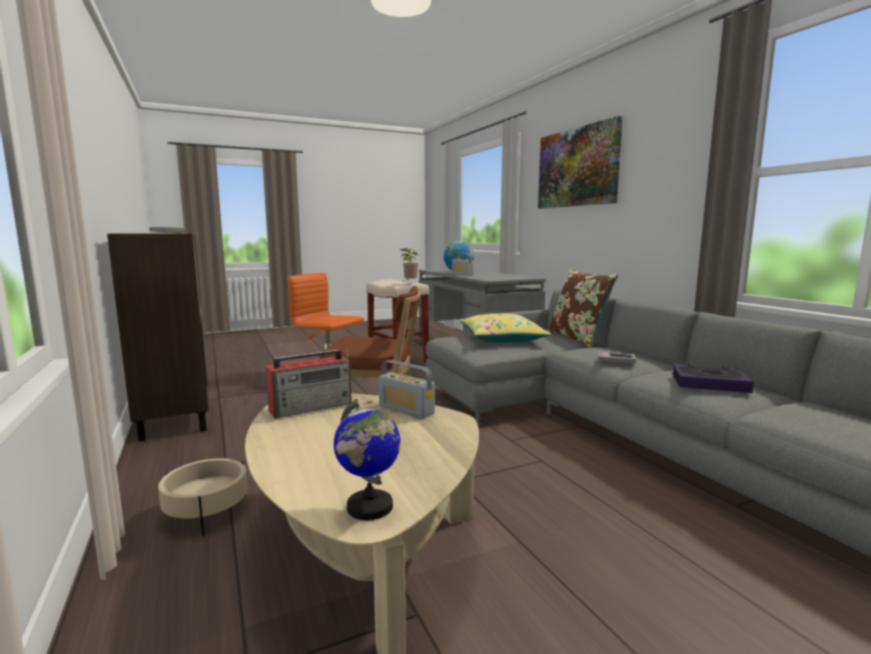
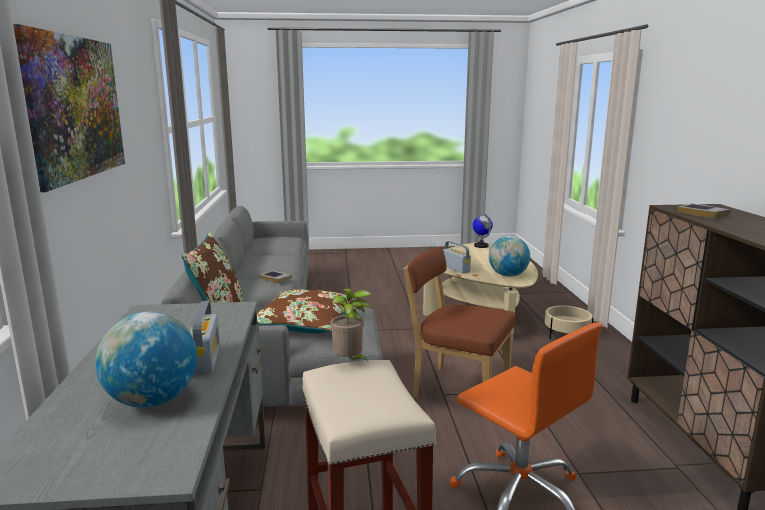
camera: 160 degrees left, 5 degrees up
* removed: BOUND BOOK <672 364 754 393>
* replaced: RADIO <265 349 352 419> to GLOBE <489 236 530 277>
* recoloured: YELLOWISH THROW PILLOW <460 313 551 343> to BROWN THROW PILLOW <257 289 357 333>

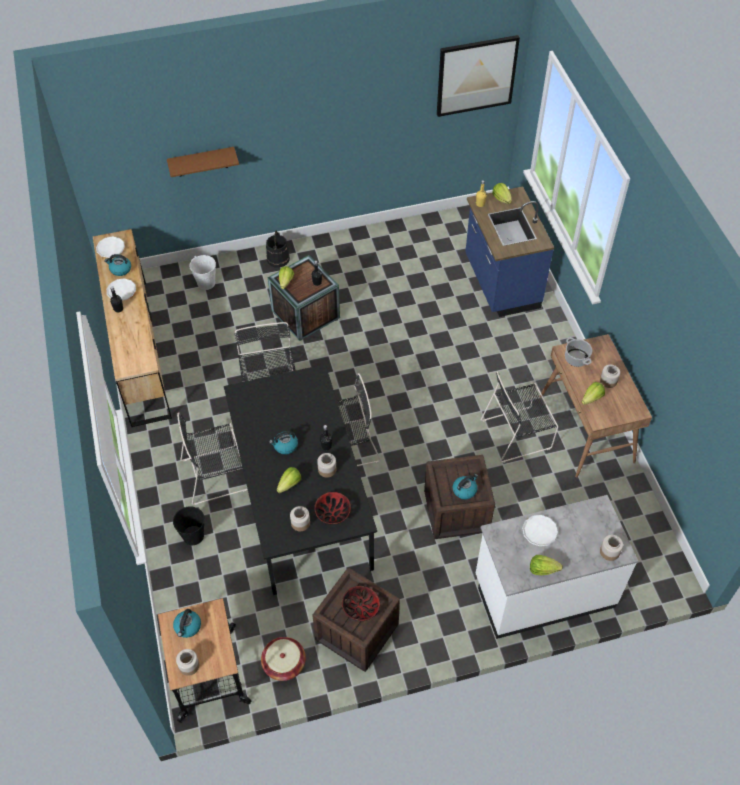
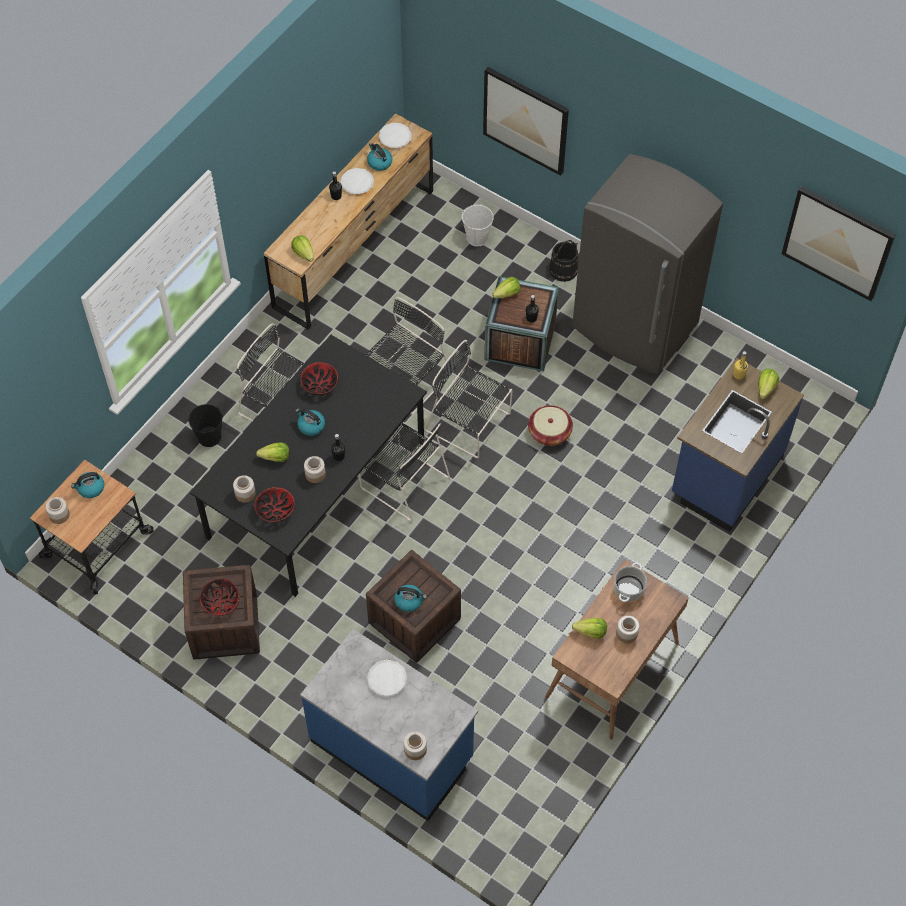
camera: 50 degrees right, 5 degrees up
* added: BOWL <300 362 338 396>
* added: GREYISH KITCHEN FRIDGE <572 154 723 374>
* moved: STORAGE BASKET <261 637 306 681> to <528 405 573 446>
* moved: BLACK UPRIGHT CHAIR <481 371 558 463> to <424 340 513 458>
* moved: LETTUCE HEAD <530 555 563 575> to <291 235 314 262>
* replaced: BROWN WALL SHELF <167 147 239 177> to PICTURE <483 67 569 176>
* recoloured: WHITE-COLOURED COUNTER <475 495 638 639> to BLUE COUNTER <300 629 478 821>

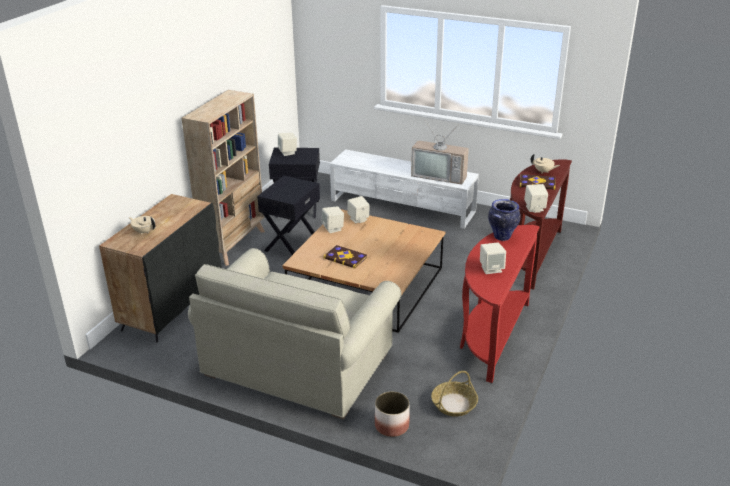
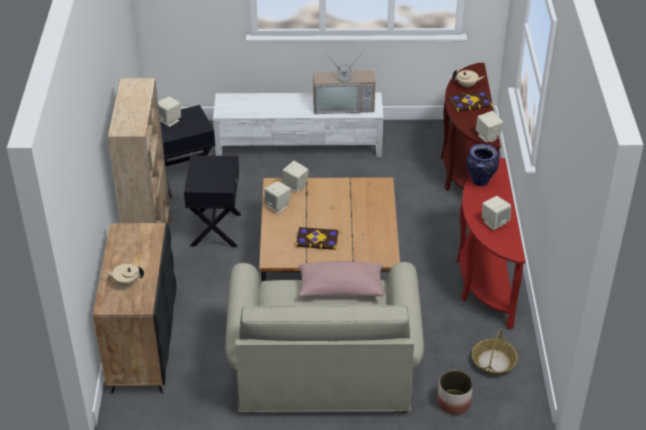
camera: 25 degrees left, 10 degrees up
* added: PINKISH THROW PILLOW <299 261 384 297>

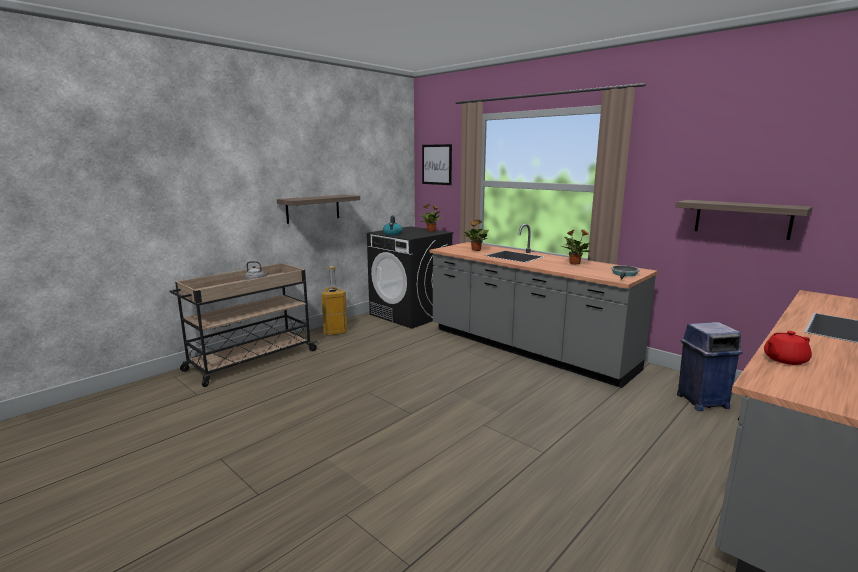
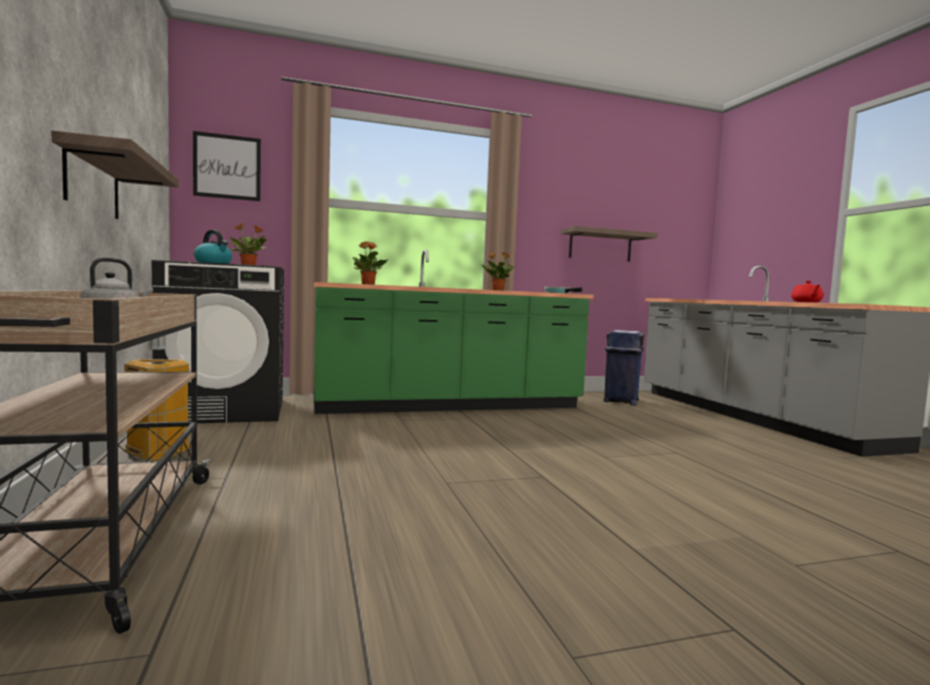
camera: 60 degrees left, 10 degrees down
* recoloured: GREYISH COUNTER <430 224 658 388> to GREEN COUNTER <314 249 593 414>

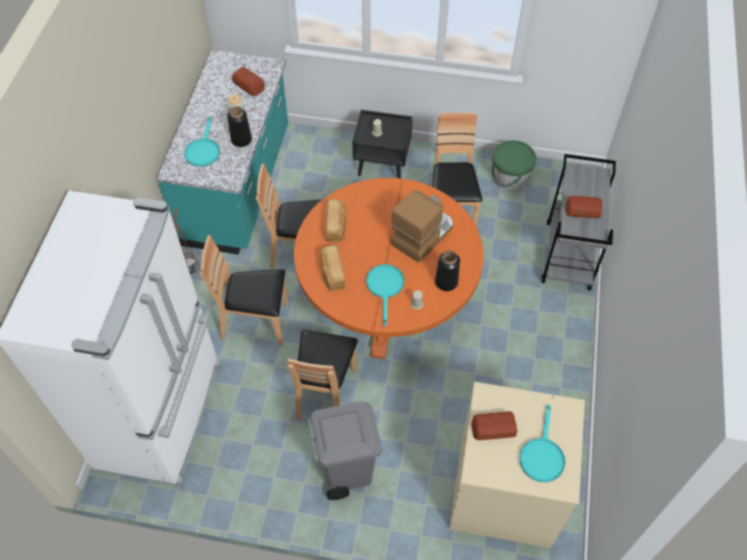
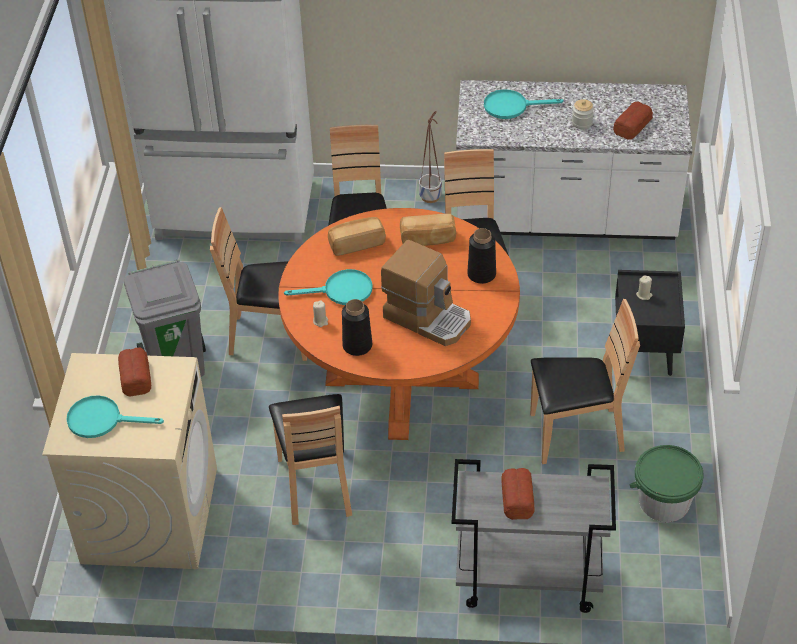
camera: 85 degrees right, 10 degrees down
* added: BROWN UPRIGHT CHAIR <269 394 352 525>
* moved: BLACK DECORATIVE VASE <227 106 252 147> to <467 228 496 284>
* recoloured: TURQUOISE COUNTER <157 50 288 255> to WHITE-COLOURED COUNTER <456 80 693 240>

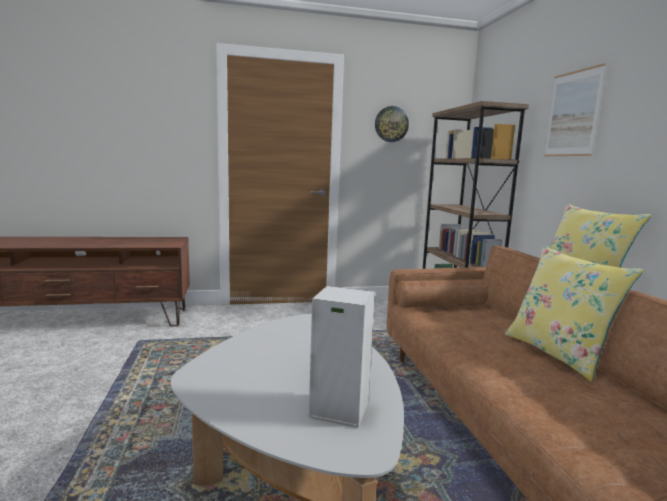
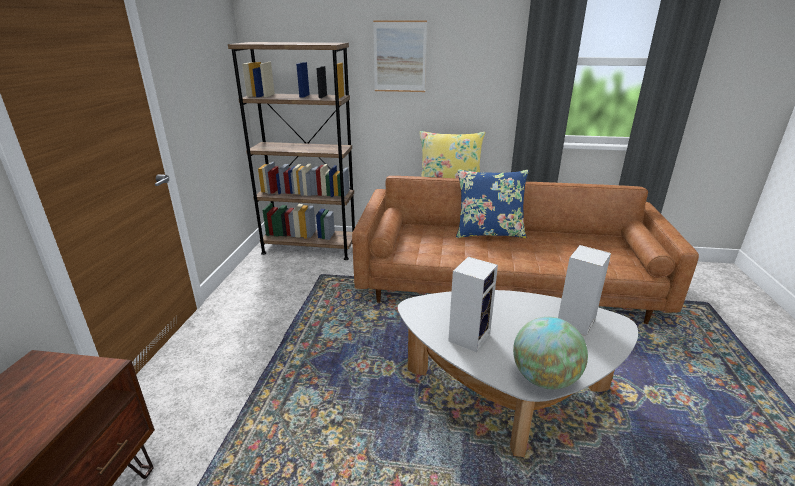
camera: 70 degrees left, 15 degrees up
* removed: HANGING CLOCK <375 106 409 142>
* added: LOUDSPEAKER <448 257 498 352>
* added: GLOBE <513 317 588 389>
* recoloured: YELLOWISH THROW PILLOW <505 246 644 382> to BLUE THROW PILLOW <456 169 529 238>

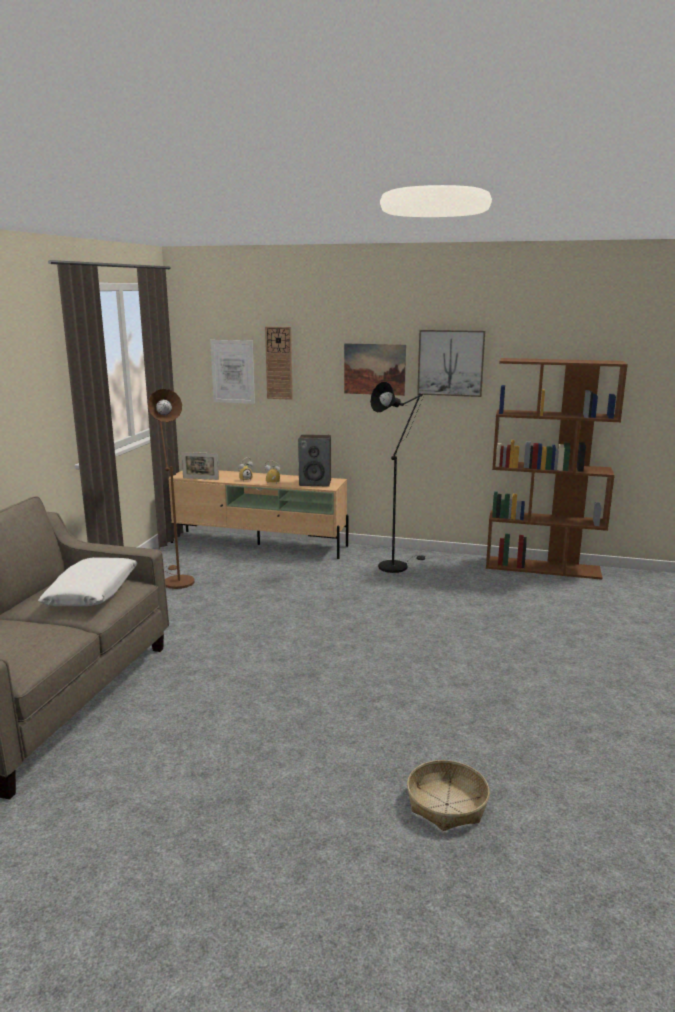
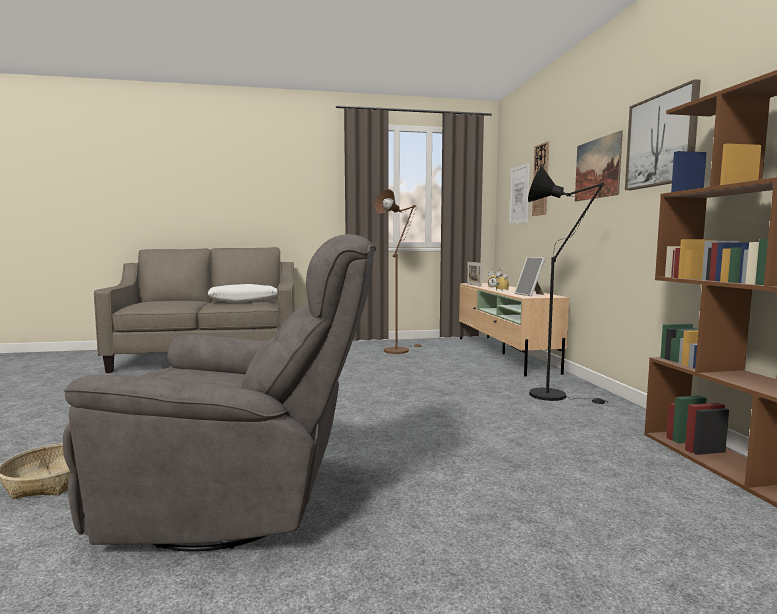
camera: 65 degrees right, 10 degrees down
* added: GREYISH LOUNGE CHAIR <63 234 376 552>
* replaced: LOUDSPEAKER <298 434 331 486> to PICTURE FRAME <514 257 545 296>

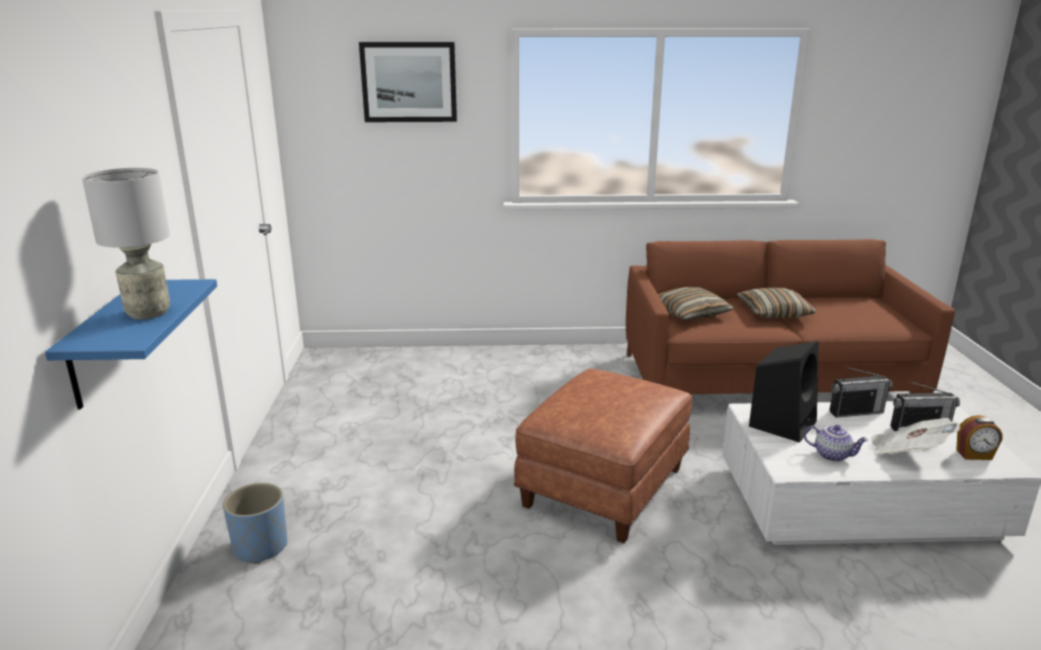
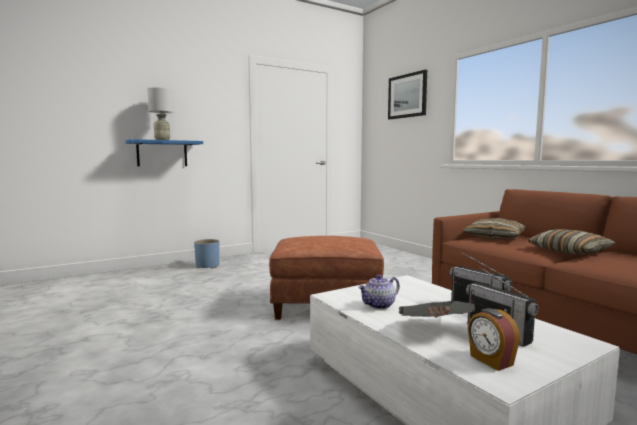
camera: 60 degrees right, 15 degrees down
* removed: BLACK LOUDSPEAKER <749 341 819 443>
* turned: TEAPOT <804 425 868 462> = <358 275 400 309> 60 degrees clockwise

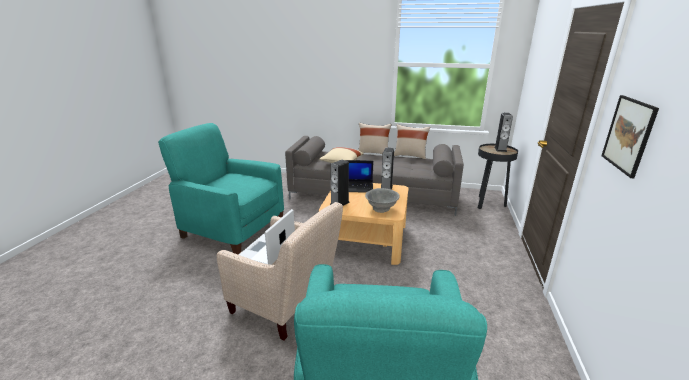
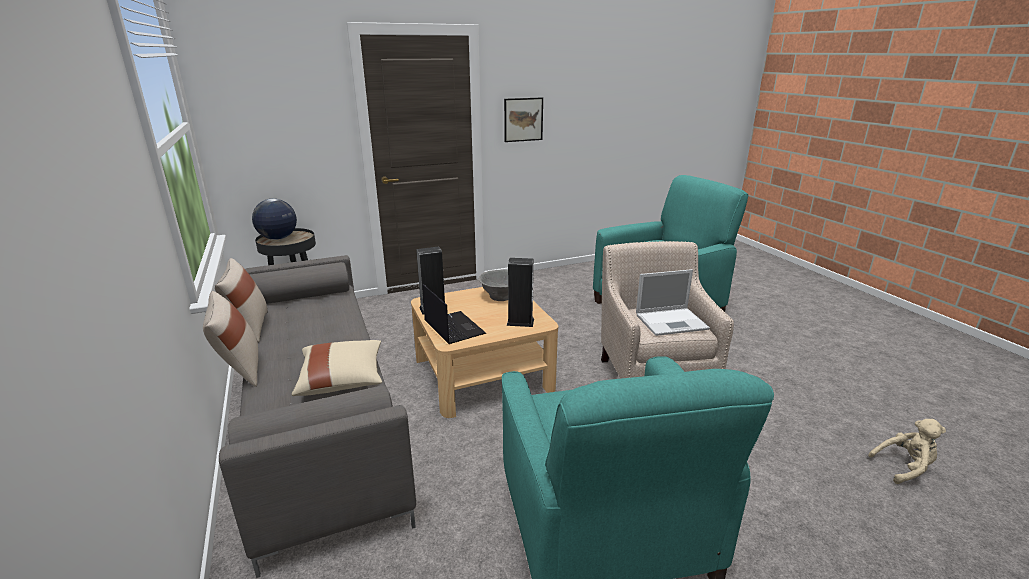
camera: 125 degrees left, 0 degrees up
* added: SAND-COLOURED PLUSH TOY <868 419 946 484>
* replaced: LOUDSPEAKER <494 113 513 152> to GLOBE <252 199 297 240>

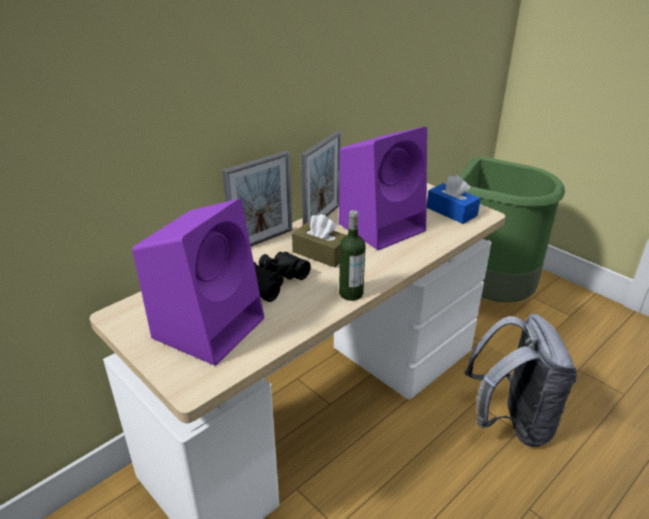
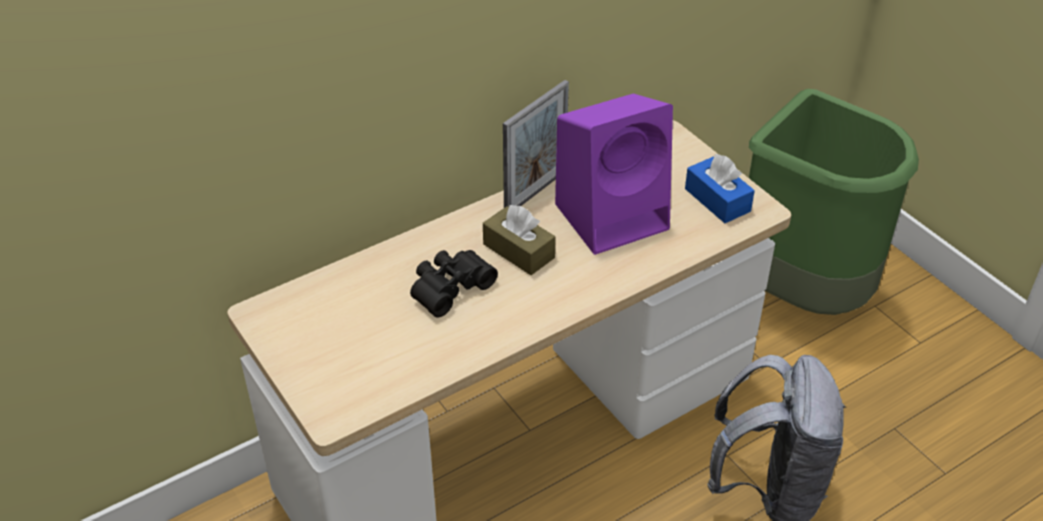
camera: 10 degrees right, 10 degrees up
* removed: PURPLE-COLOURED LOUDSPEAKER <132 199 264 366>
* removed: PICTURE FRAME <222 151 292 246>
* removed: BEVERAGE BOTTLE <339 210 366 301>

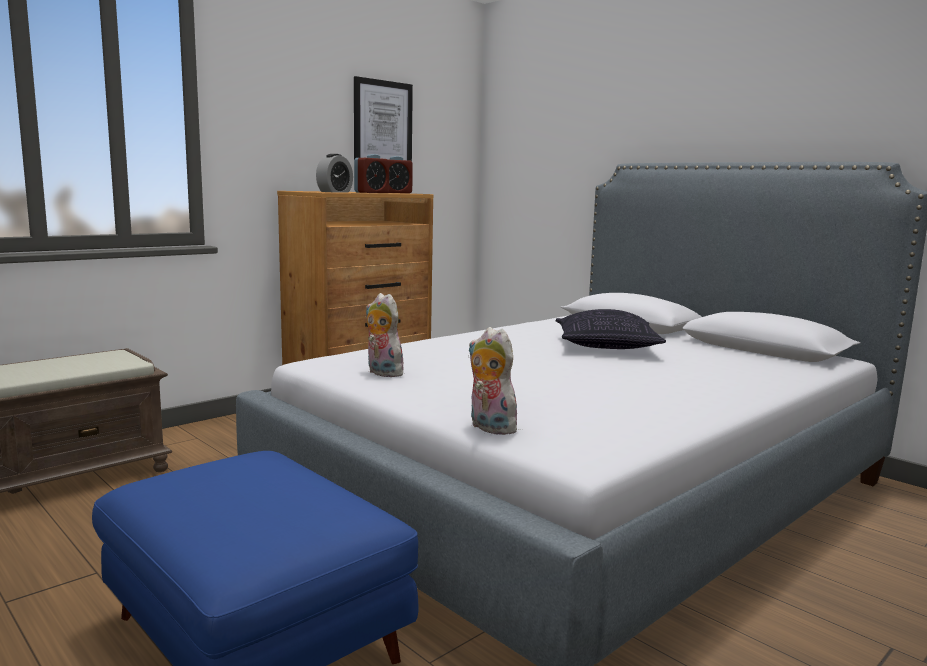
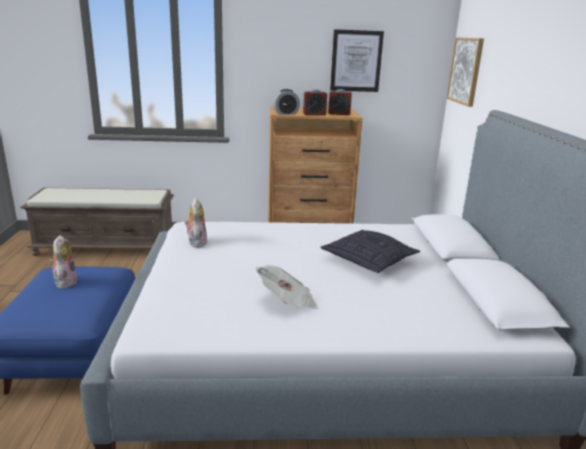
camera: 40 degrees right, 10 degrees up
* added: NEWSPAPER <256 265 319 309>
* added: PICTURE <446 37 484 107>
* moved: PLUSH TOY <468 327 519 435> to <49 235 78 289>

